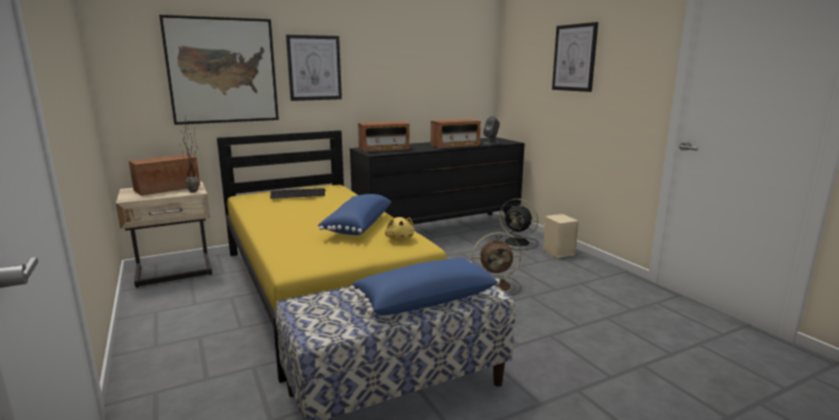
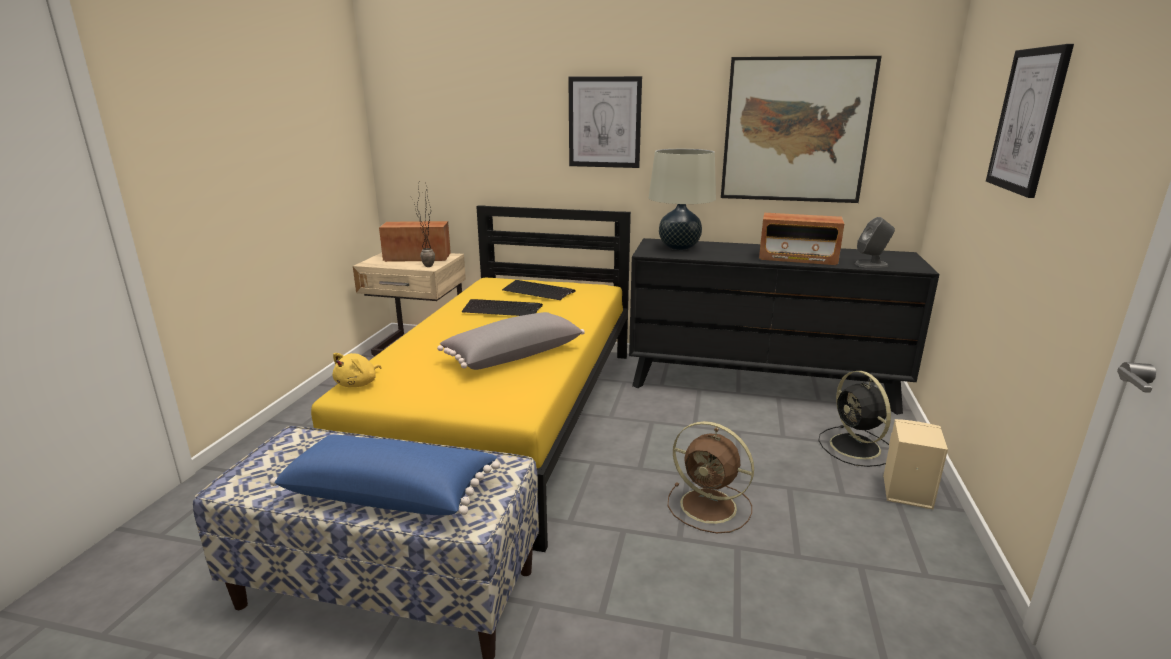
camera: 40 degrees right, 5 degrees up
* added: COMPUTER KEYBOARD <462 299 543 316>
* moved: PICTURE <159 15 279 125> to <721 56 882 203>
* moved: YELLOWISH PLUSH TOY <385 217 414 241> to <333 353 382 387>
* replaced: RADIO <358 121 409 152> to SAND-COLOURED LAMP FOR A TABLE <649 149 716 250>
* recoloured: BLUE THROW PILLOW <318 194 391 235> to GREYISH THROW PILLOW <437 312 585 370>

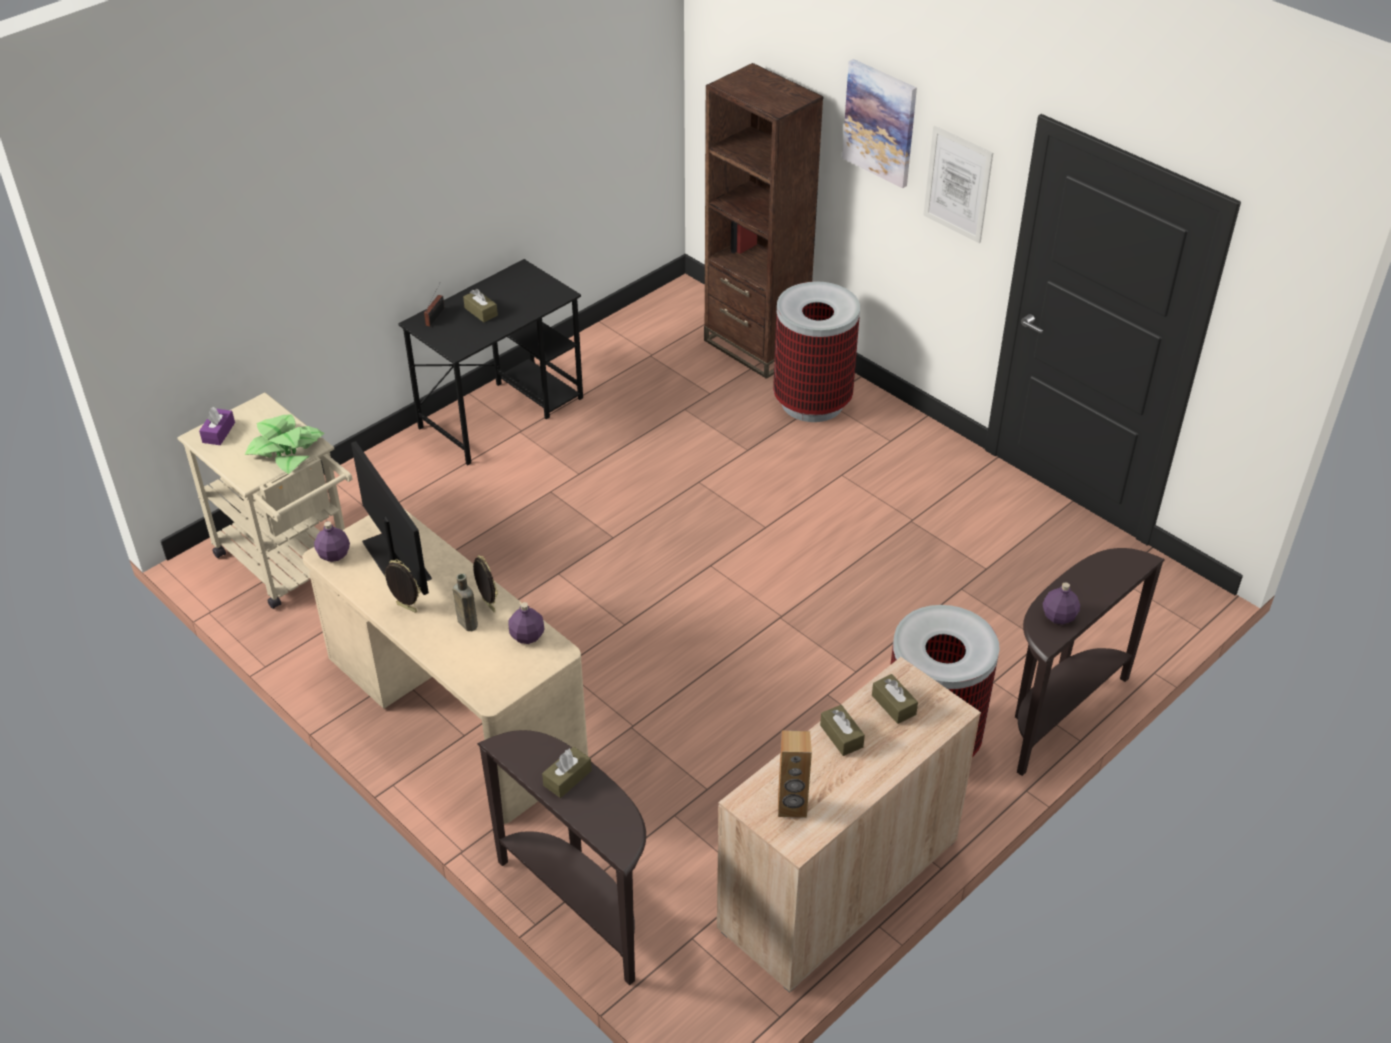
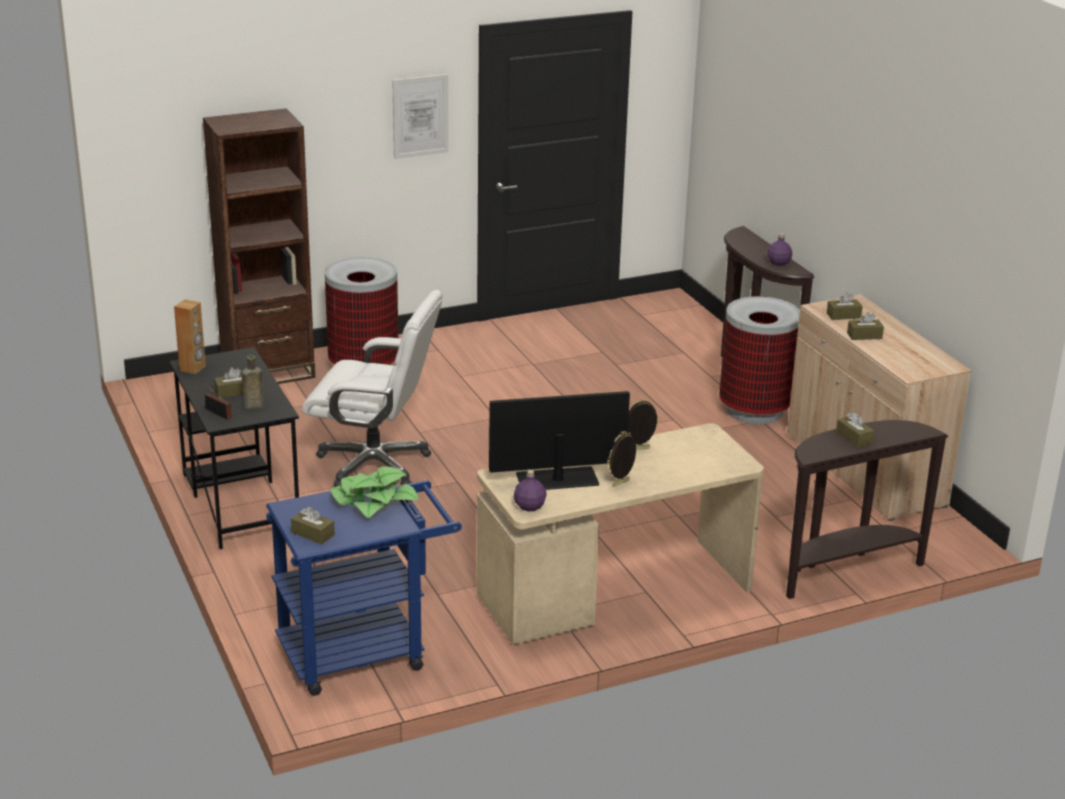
camera: 70 degrees left, 15 degrees down
* removed: PURPLE-COLOURED BEVERAGE BOTTLE <508 602 544 644>
* removed: PICTURE <842 59 917 188>
* added: WHITE-COLOURED COMPUTER CHAIR <302 290 443 487>
* moved: BROWN BEVERAGE BOTTLE <453 573 478 631> to <242 355 264 409>
* moved: BROWN LOUDSPEAKER <778 731 812 818> to <174 299 206 374>
* recoloured: SAND-COLOURED WHEELED CART <177 392 352 609> to BLUE WHEELED CART <266 480 462 696>
* recoloured: PURPLE-COLOURED TISSUE HOLDER <199 407 235 445> to BROWN TISSUE HOLDER <291 506 335 544>

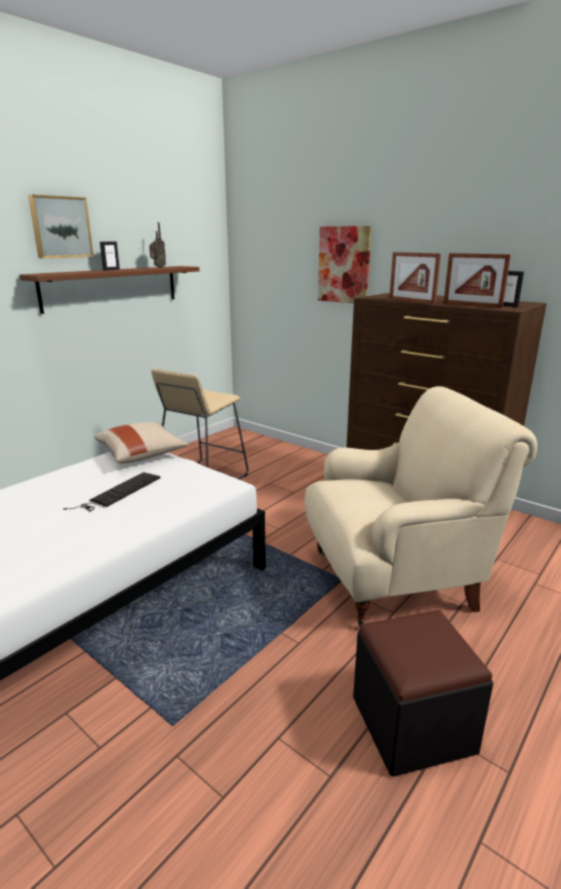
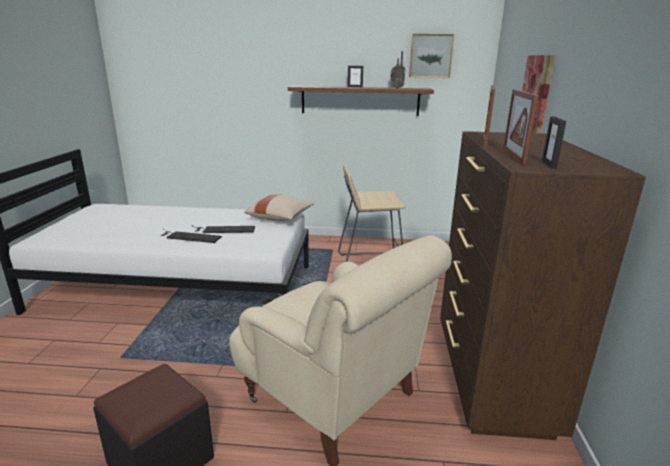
camera: 55 degrees right, 0 degrees up
* added: COMPUTER KEYBOARD <160 229 222 243>
* moved: PICTURE <28 194 94 258> to <409 34 454 78>

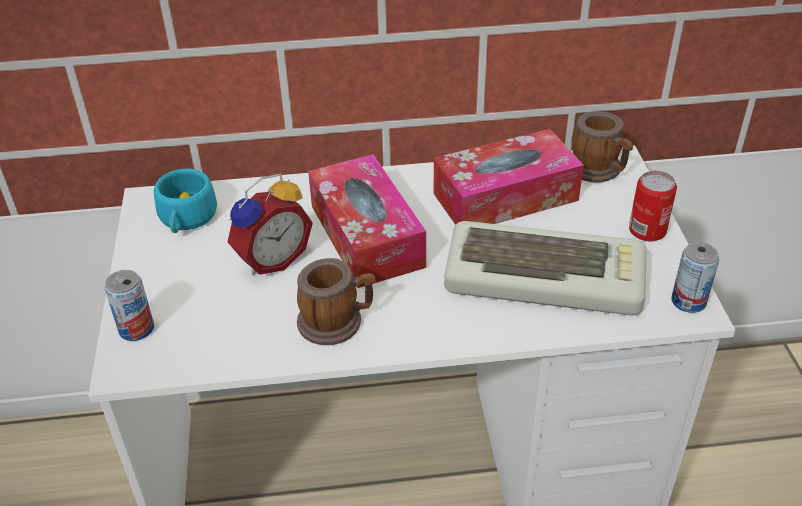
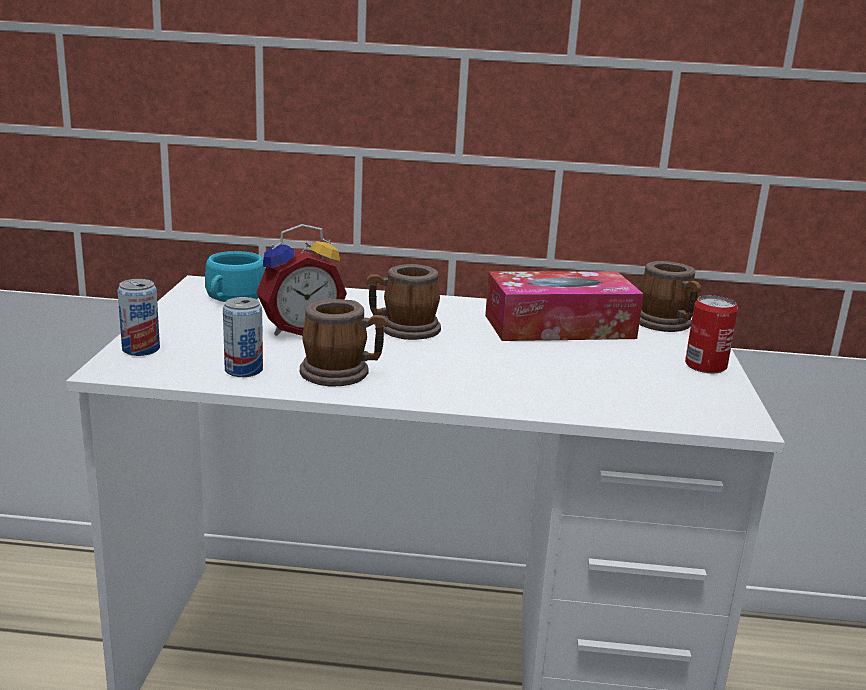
camera: 10 degrees right, 20 degrees down
* removed: COMPUTER KEYBOARD <444 221 647 316>
* moved: CAN <671 242 719 313> to <223 297 263 377>
* replaced: TISSUE HOLDER <308 154 426 288> to MUG <366 264 441 340>

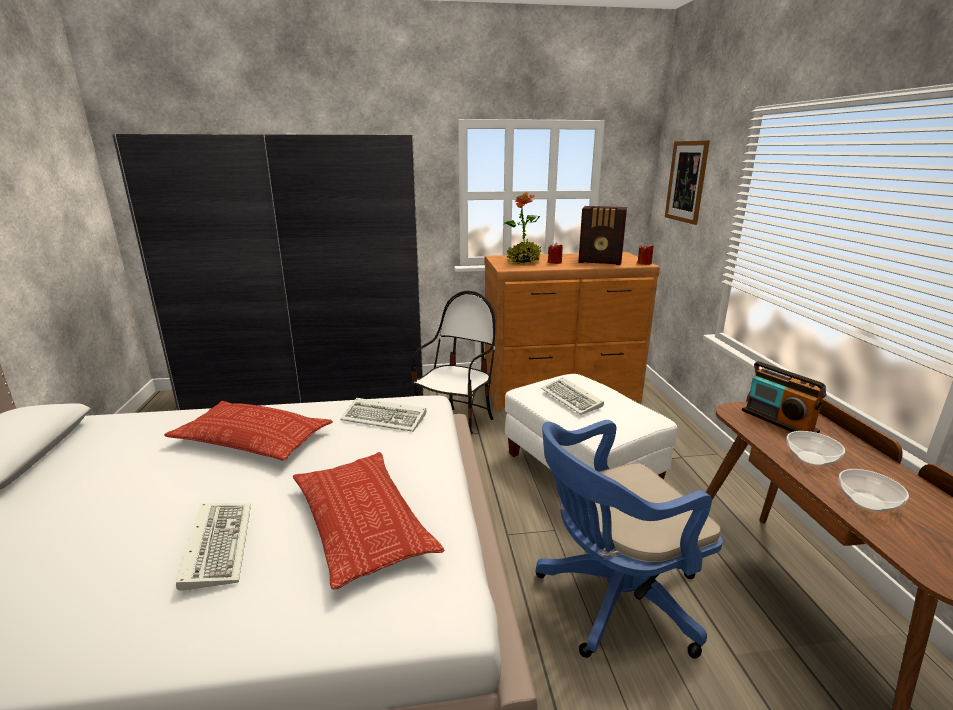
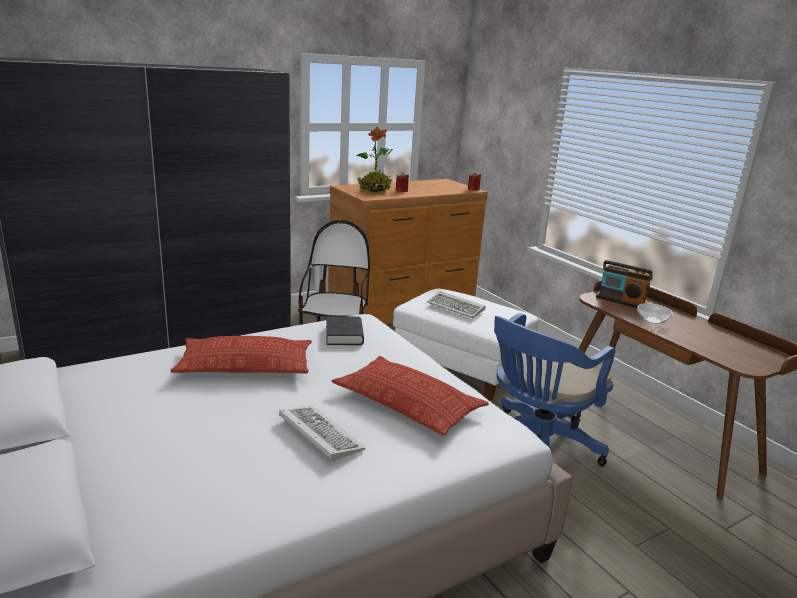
camera: 25 degrees left, 0 degrees up
* removed: RADIO <578 206 627 265>
* removed: PICTURE <665 140 710 225>
* removed: BOWL <838 469 909 512>
* replaced: COMPUTER KEYBOARD <341 398 426 432> to BLACK BOUND BOOK <326 316 364 345>

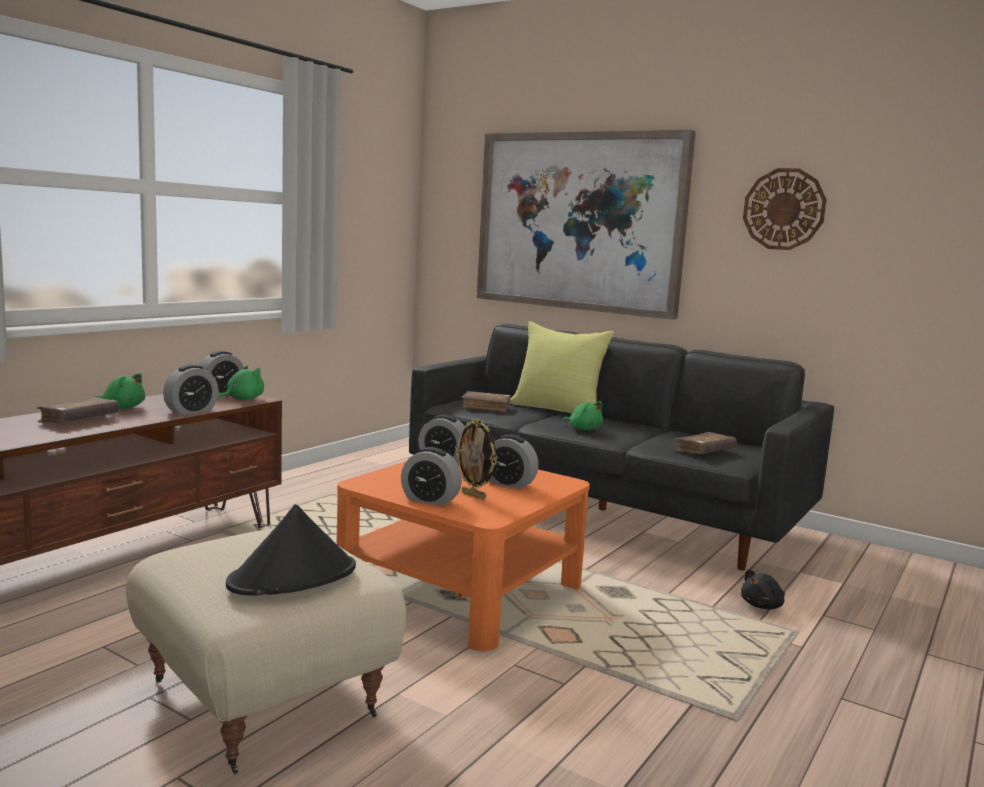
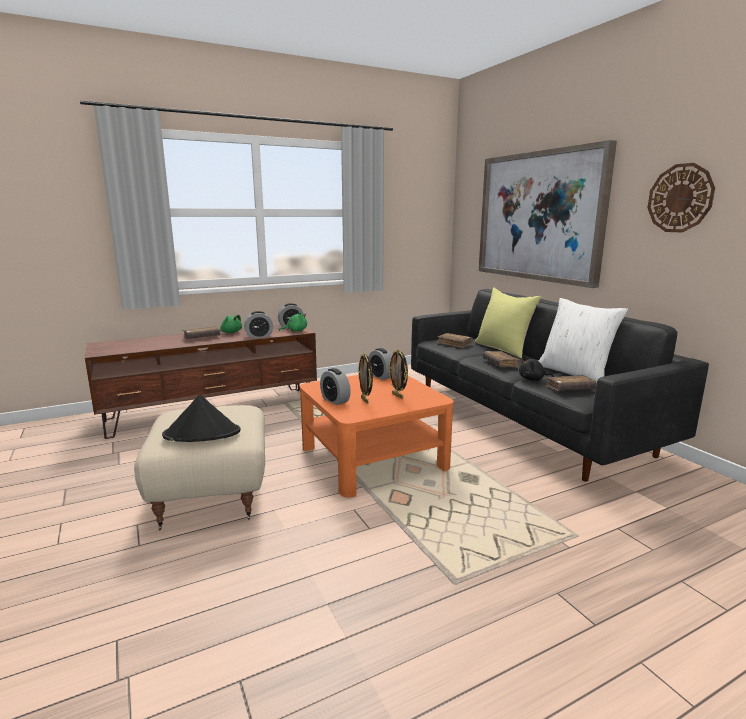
camera: 30 degrees right, 5 degrees up
* added: WHITE-COLOURED THROW PILLOW <539 298 628 383>
* moved: BLACK PLUSH TOY <741 569 785 609> to <519 356 554 381>
* replaced: BEDSIDE CLOCK <489 434 539 489> to PICTURE FRAME <388 349 408 399>
* replaced: GREEN PLUSH TOY <562 401 603 430> to BROWN BOUND BOOK <483 351 520 368>

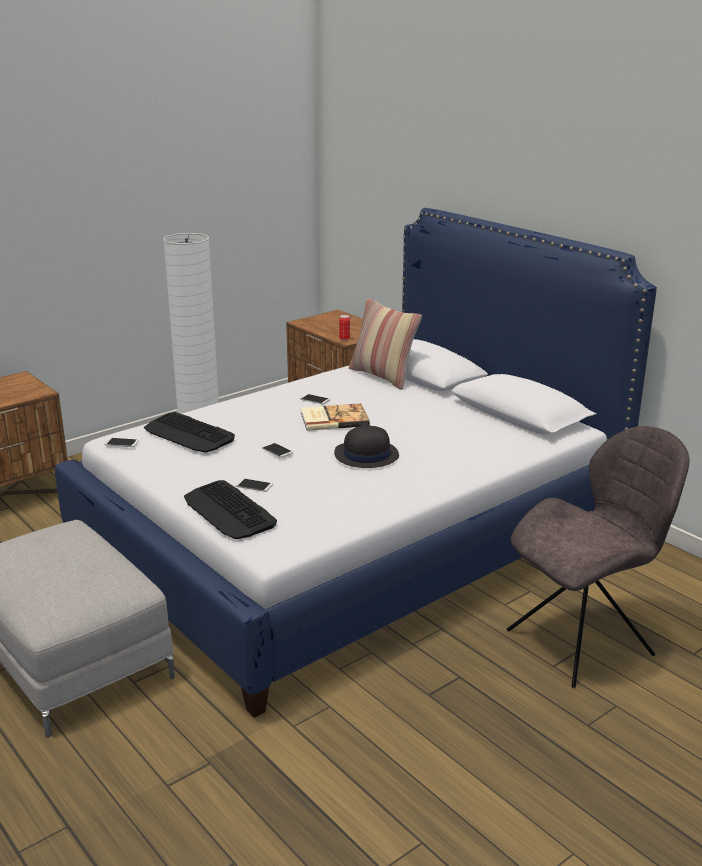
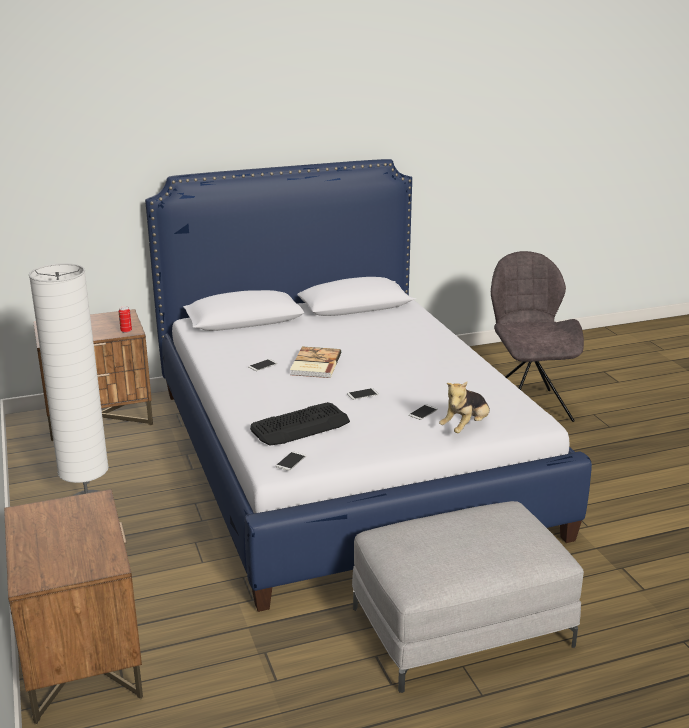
camera: 70 degrees left, 0 degrees up
* removed: BLACK WEARABLE HAT <334 423 399 468>
* removed: THROW PILLOW <349 298 422 390>
* replaced: COMPUTER KEYBOARD <184 480 277 539> to PLUSH TOY <439 382 490 433>

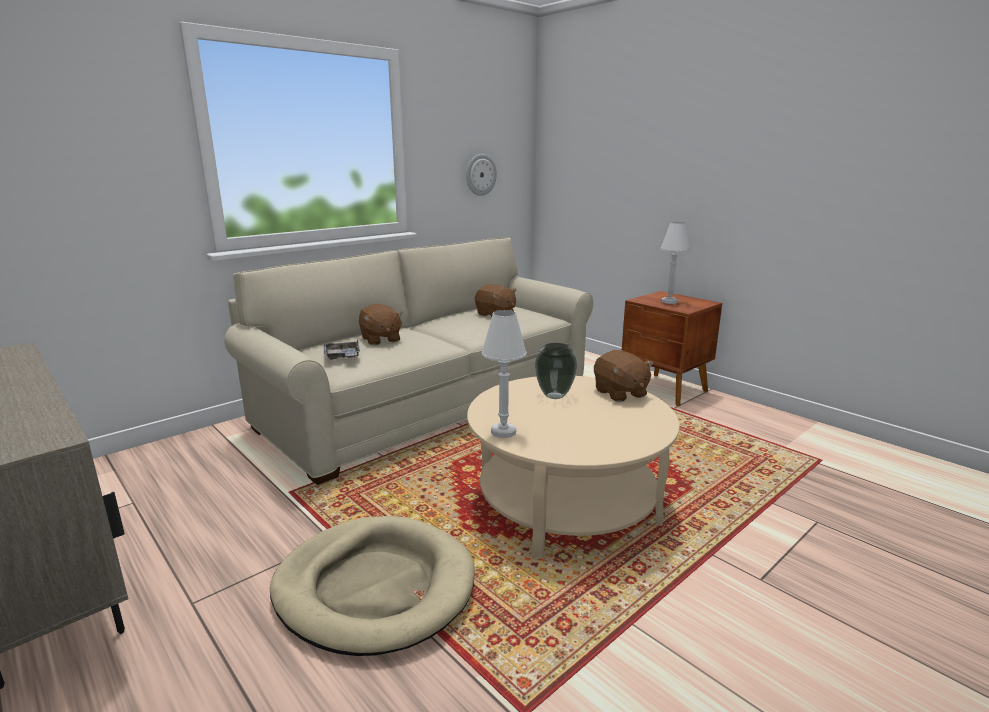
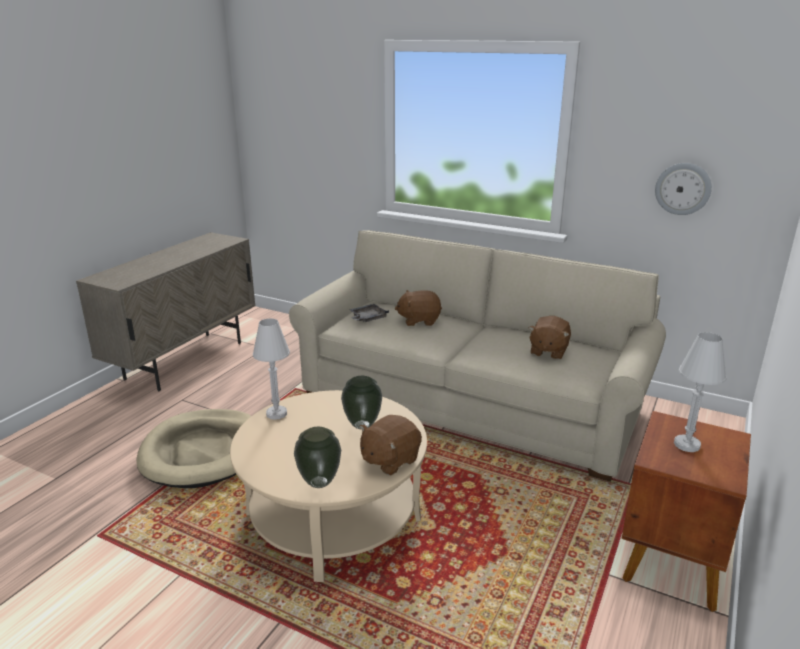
camera: 70 degrees right, 5 degrees up
* added: DECORATIVE VASE <294 427 341 488>
* turned: BROWN PLUSH TOY <359 304 403 345> = <395 290 442 326> 45 degrees clockwise

